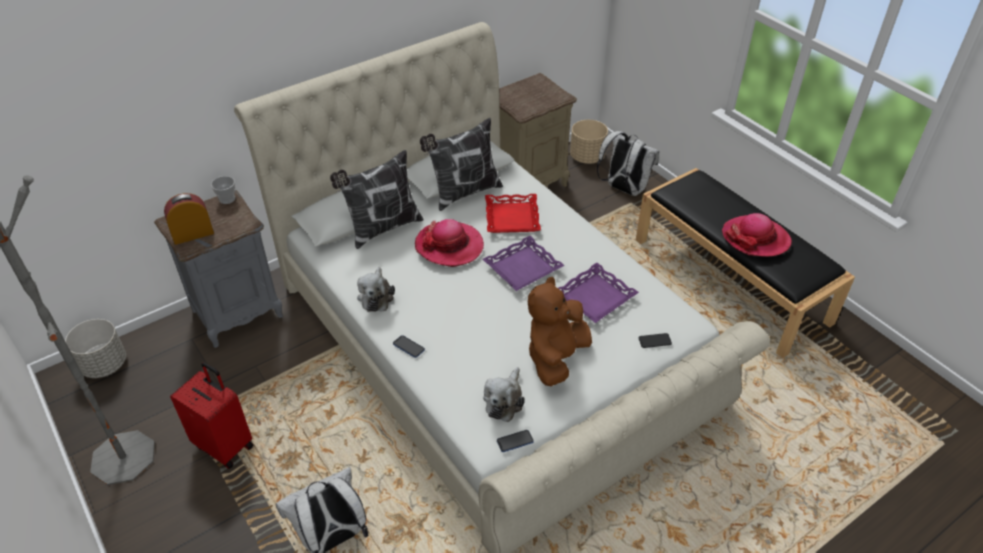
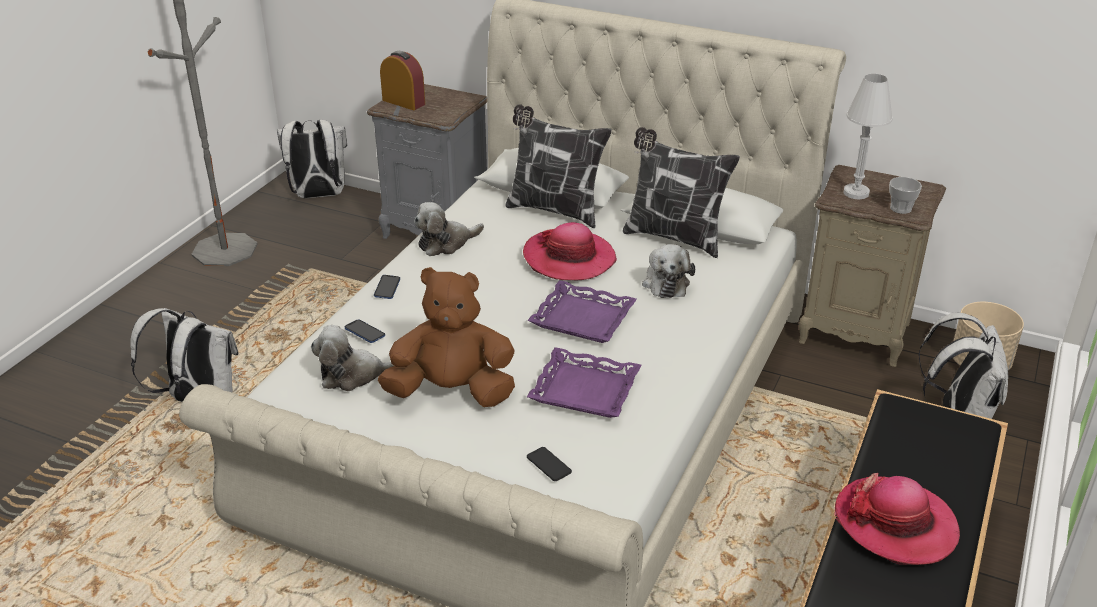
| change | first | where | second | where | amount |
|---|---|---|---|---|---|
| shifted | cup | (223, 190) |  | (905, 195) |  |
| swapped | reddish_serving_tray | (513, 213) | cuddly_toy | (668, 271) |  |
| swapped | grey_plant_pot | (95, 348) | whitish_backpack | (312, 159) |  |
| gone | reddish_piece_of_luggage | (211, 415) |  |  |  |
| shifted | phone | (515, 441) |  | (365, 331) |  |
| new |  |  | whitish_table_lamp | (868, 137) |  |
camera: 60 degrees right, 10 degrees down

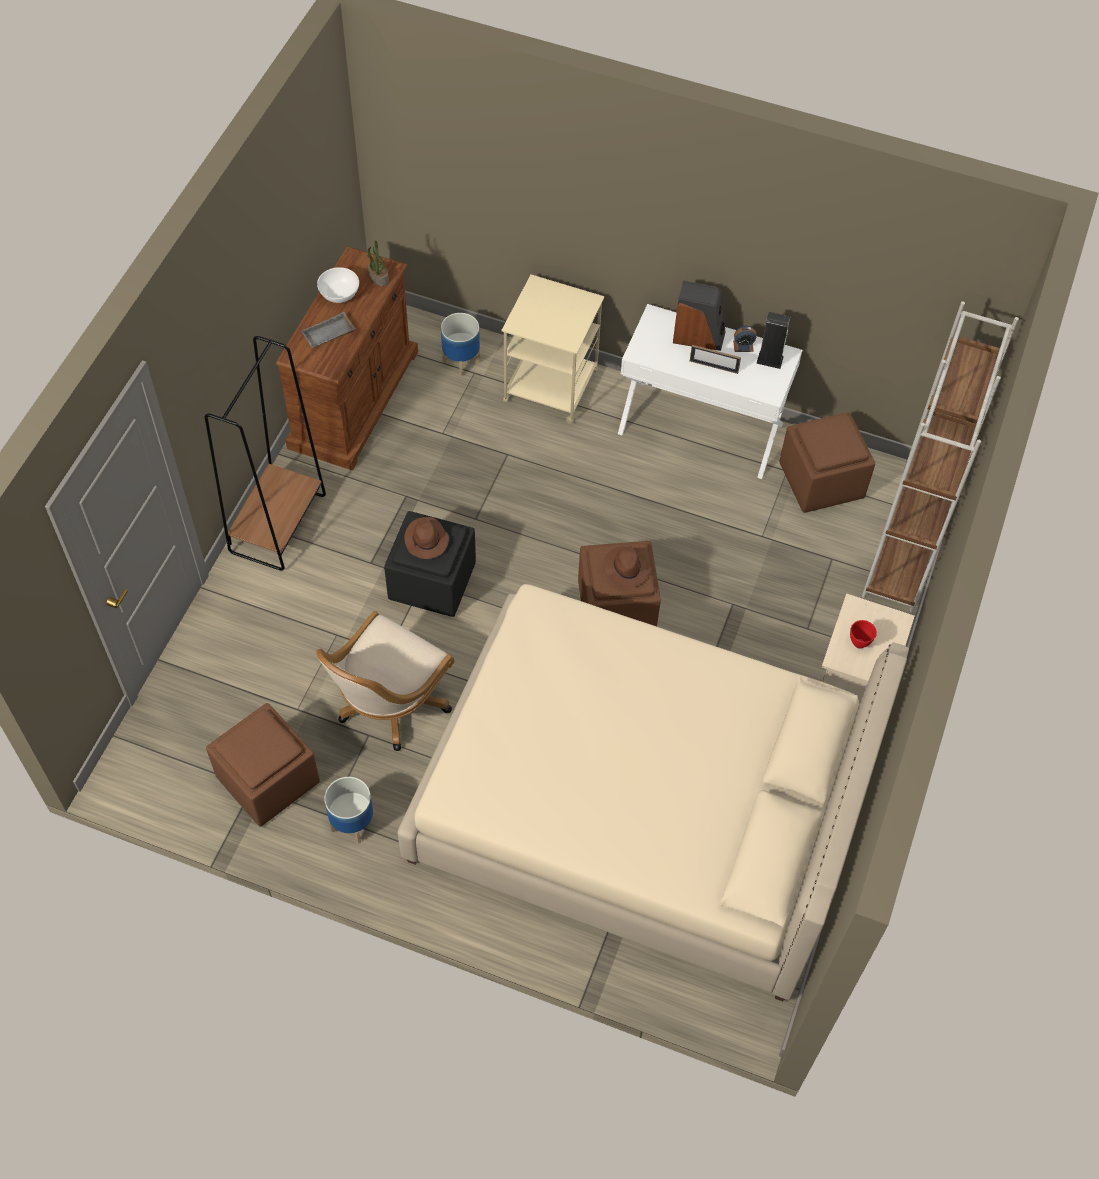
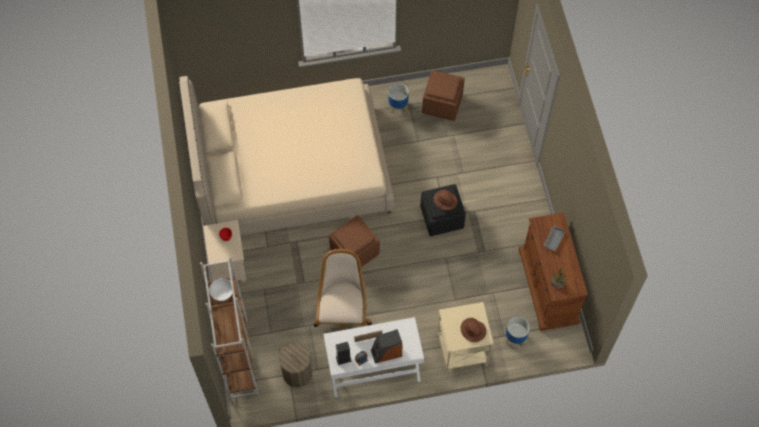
| change | first | where | second | where | amount |
|---|---|---|---|---|---|
| shifted | whitish_bowl | (338, 285) |  | (220, 289) |  |
| gone | garment_stand | (265, 453) |  |  |  |
| swapped | brownish_ottoman | (827, 462) | washing_basket | (295, 365) |  |
| shifted | brownish_clothing_hat | (626, 566) |  | (473, 330) |  |
| shifted | office_chair | (385, 681) |  | (343, 290) |  |
camera: 150 degrees right, 5 degrees up

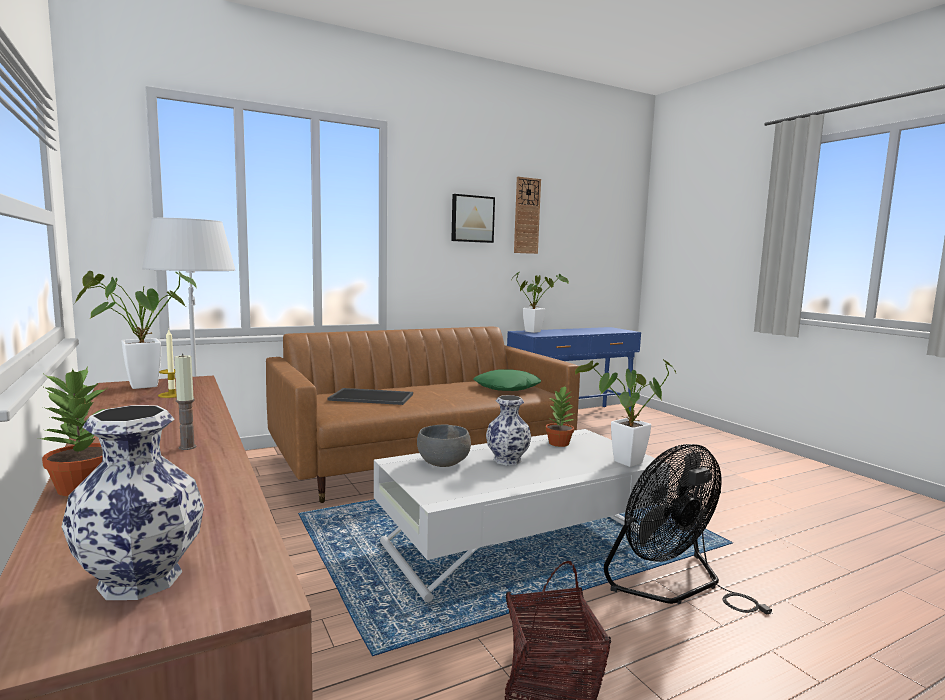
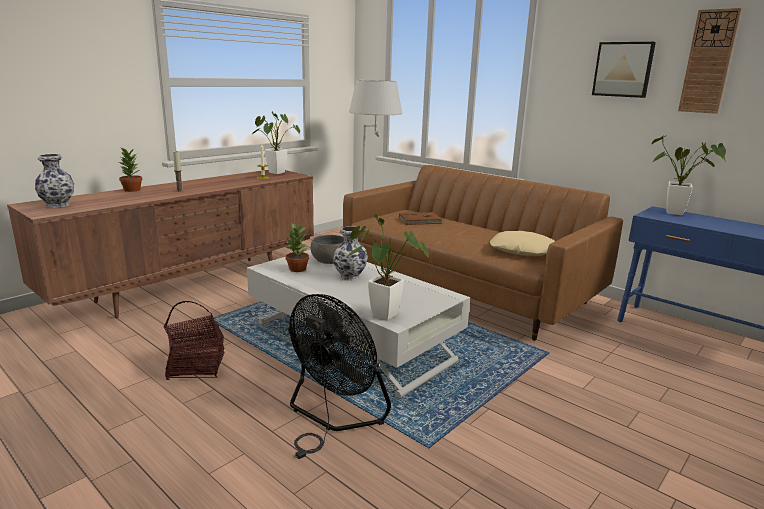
| change | first | where | second | where | amount |
|---|---|---|---|---|---|
| repainted | green_throw_pillow | (507, 380) | sand-coloured_throw_pillow | (522, 243) |  |
| shifted | potted_plant | (560, 416) |  | (297, 247) |  |
| swapped | serving_tray | (370, 396) | brownish_book | (421, 218) |  |
camera: 70 degrees right, 10 degrees up

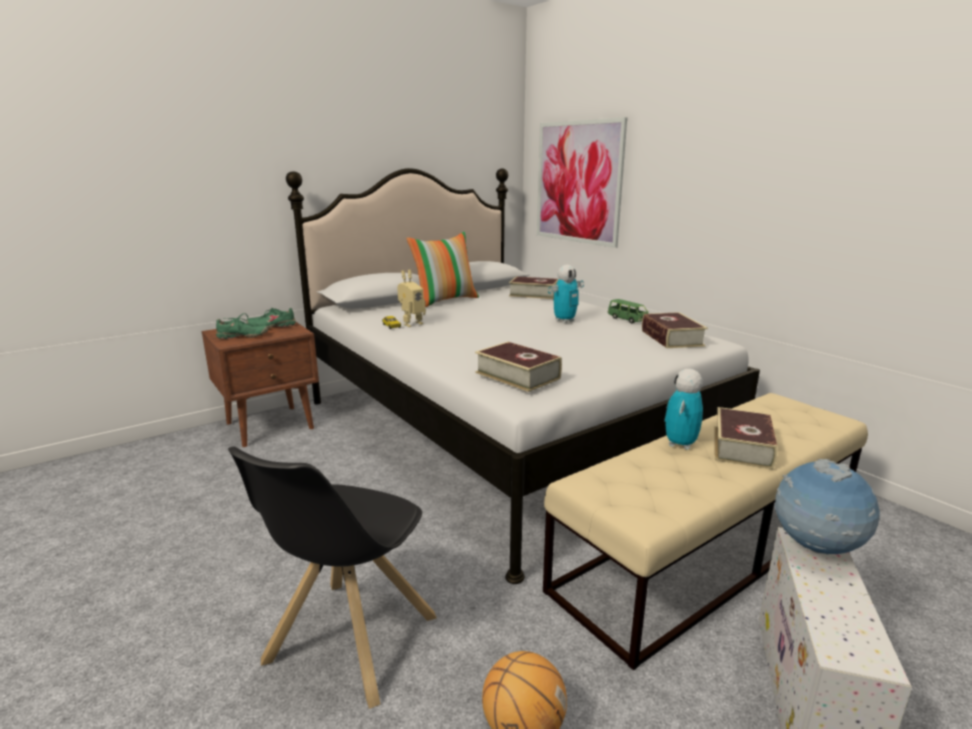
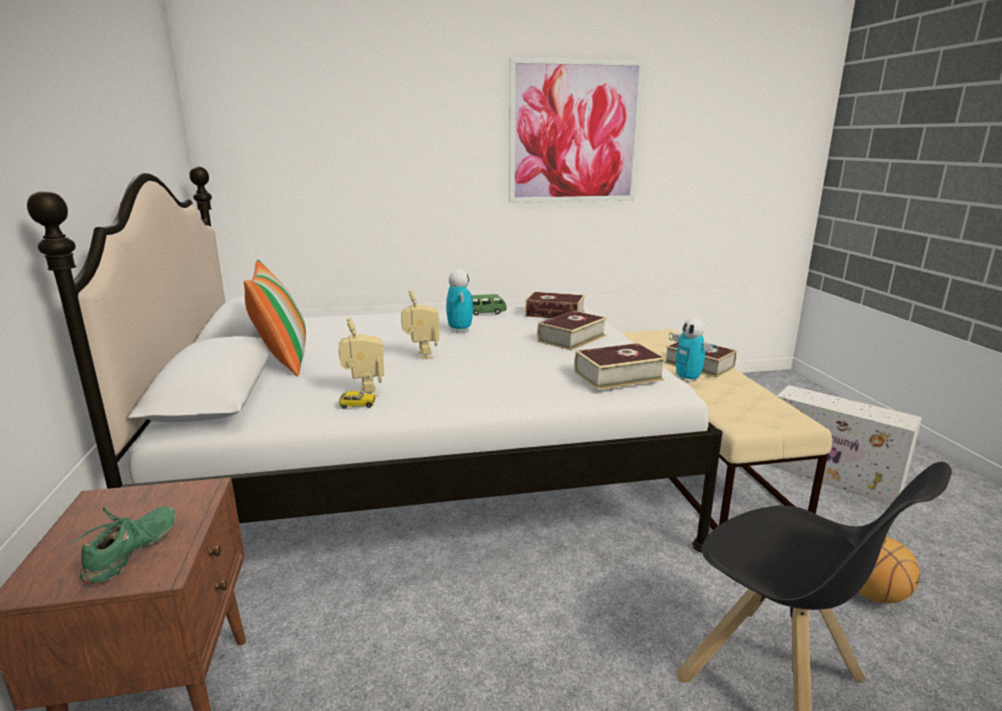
| change | first | where | second | where | amount |
|---|---|---|---|---|---|
| shifted | wall_picture | (582, 182) |  | (576, 130) |  |
| shifted | book | (534, 288) |  | (572, 331) |  |
| gone | green_low_shoe | (271, 318) |  |  |  |
| gone | desk_globe | (827, 507) |  |  |  |
| new |  |  | robot_figure | (420, 324) |  |
camera: 65 degrees left, 0 degrees up

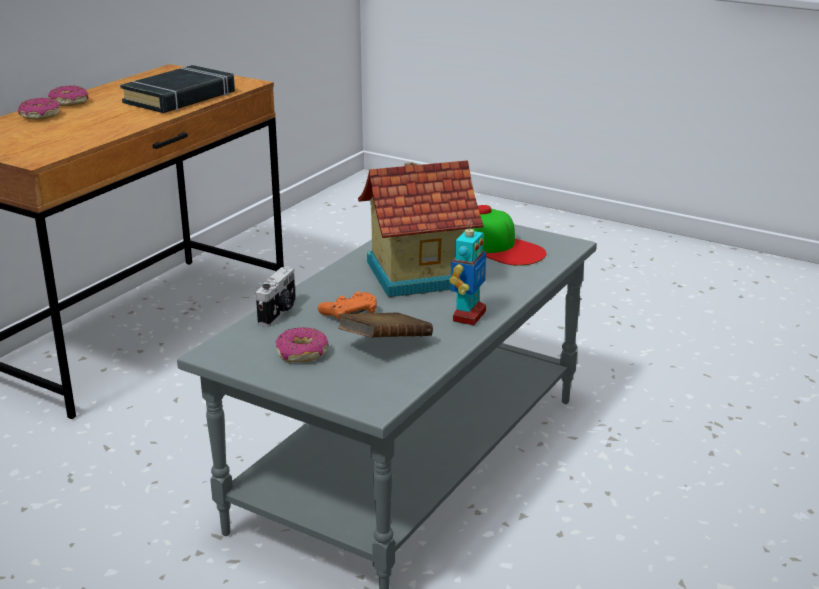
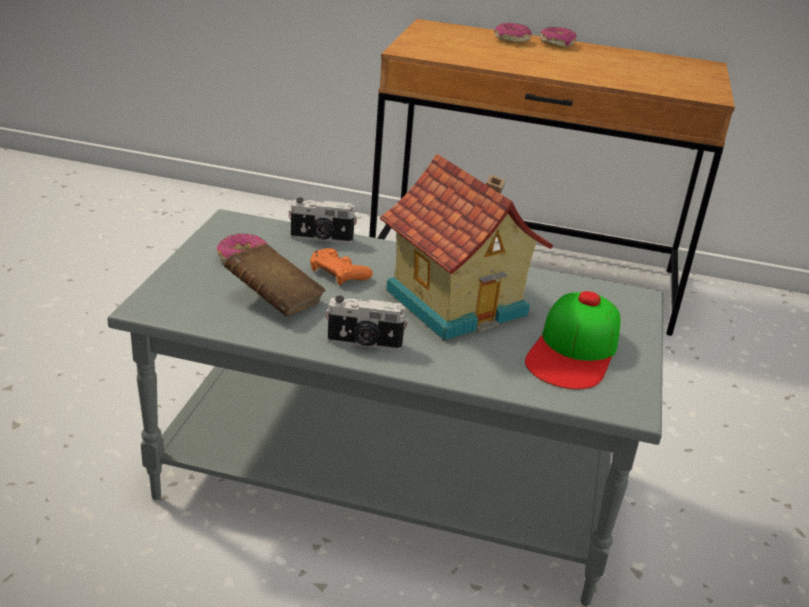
| change | first | where | second | where | amount |
|---|---|---|---|---|---|
| gone | blackish_book | (177, 89) |  |  |  |
| swapped | robot_figure | (467, 272) | photo_camera | (367, 323) |  |
camera: 70 degrees right, 5 degrees up

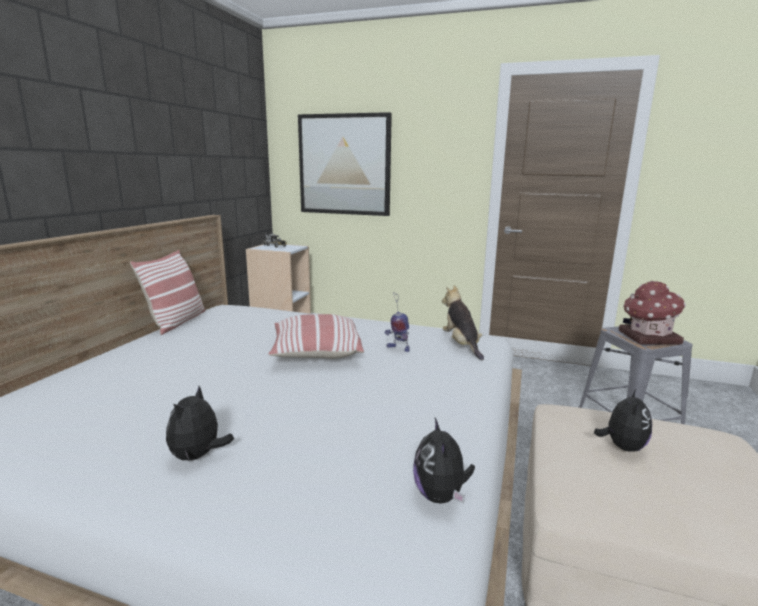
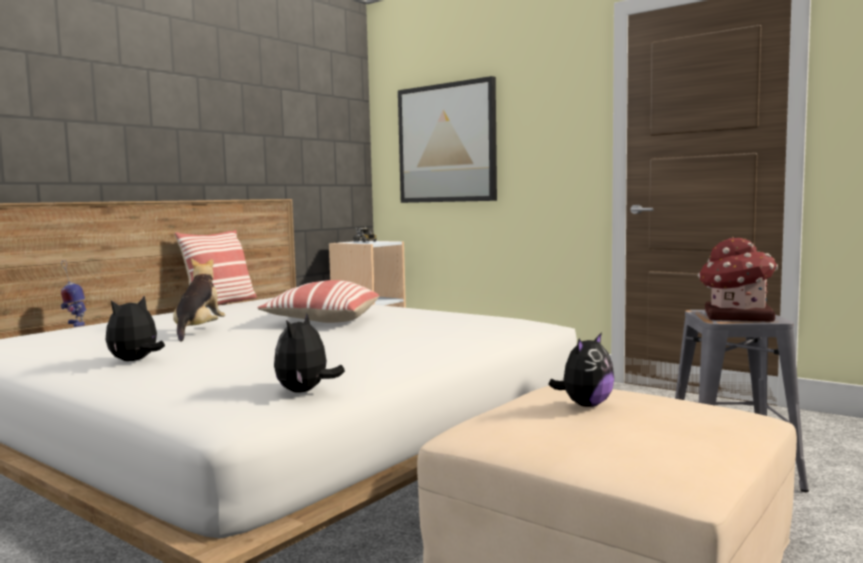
| change | first | where | second | where | amount |
|---|---|---|---|---|---|
| shifted | cuddly_toy | (463, 322) |  | (199, 299) |  |
| shifted | robot_figure | (397, 322) |  | (73, 293) |  |
camera: 20 degrees right, 10 degrees down

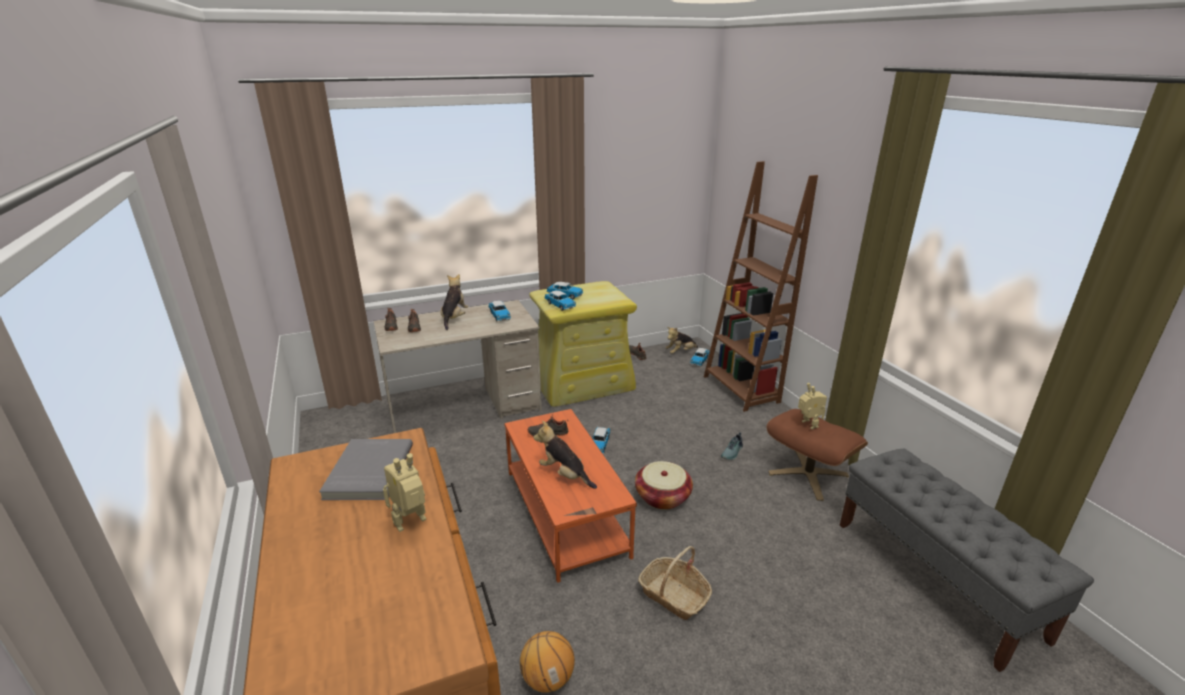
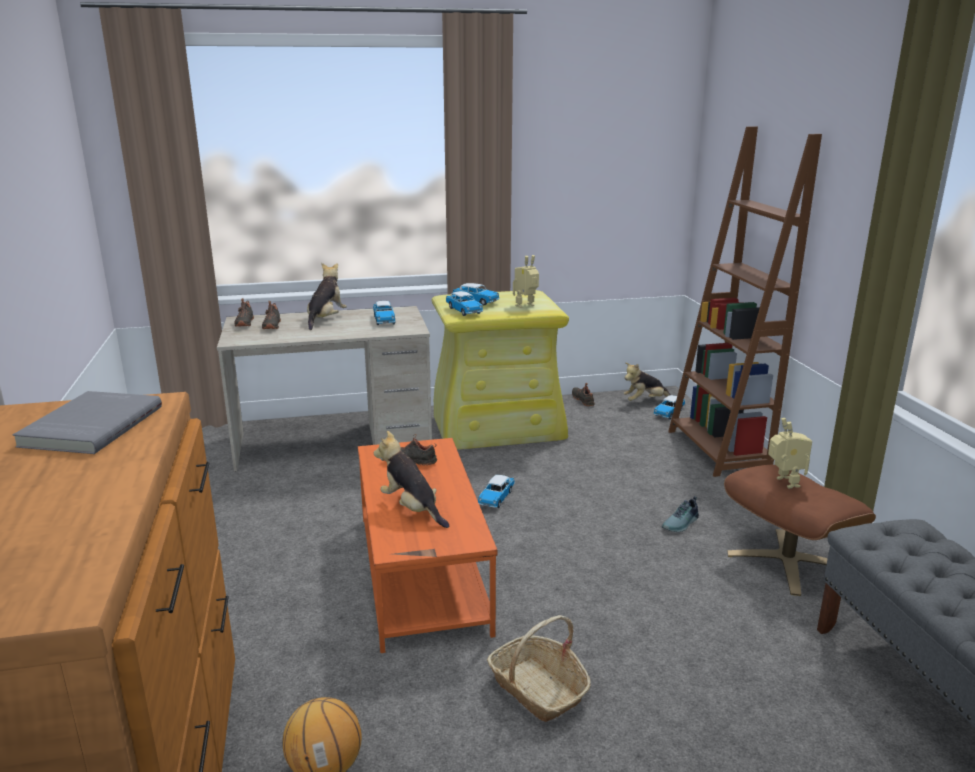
| change | first | where | second | where | amount |
|---|---|---|---|---|---|
| shifted | robot_figure | (404, 492) |  | (526, 281) |  |
| gone | basket | (664, 485) |  |  |  |
camera: 10 degrees right, 5 degrees down

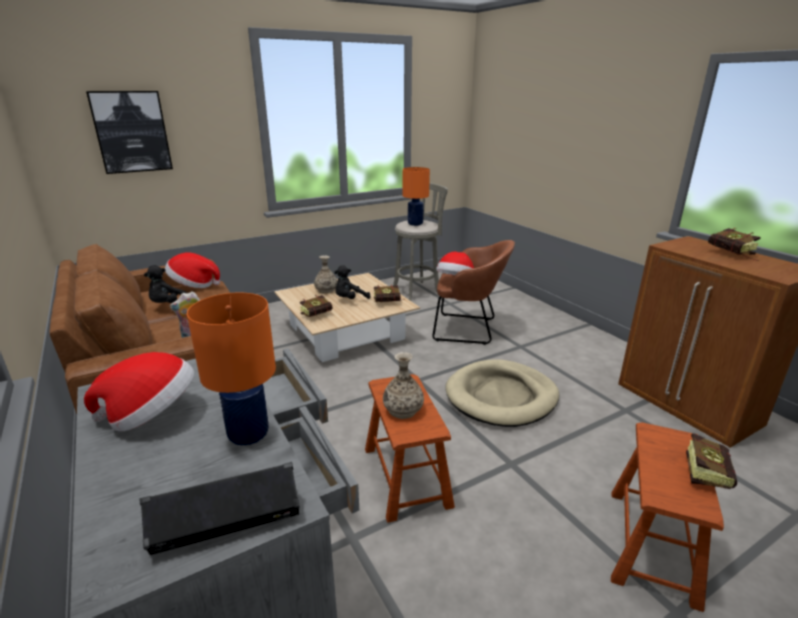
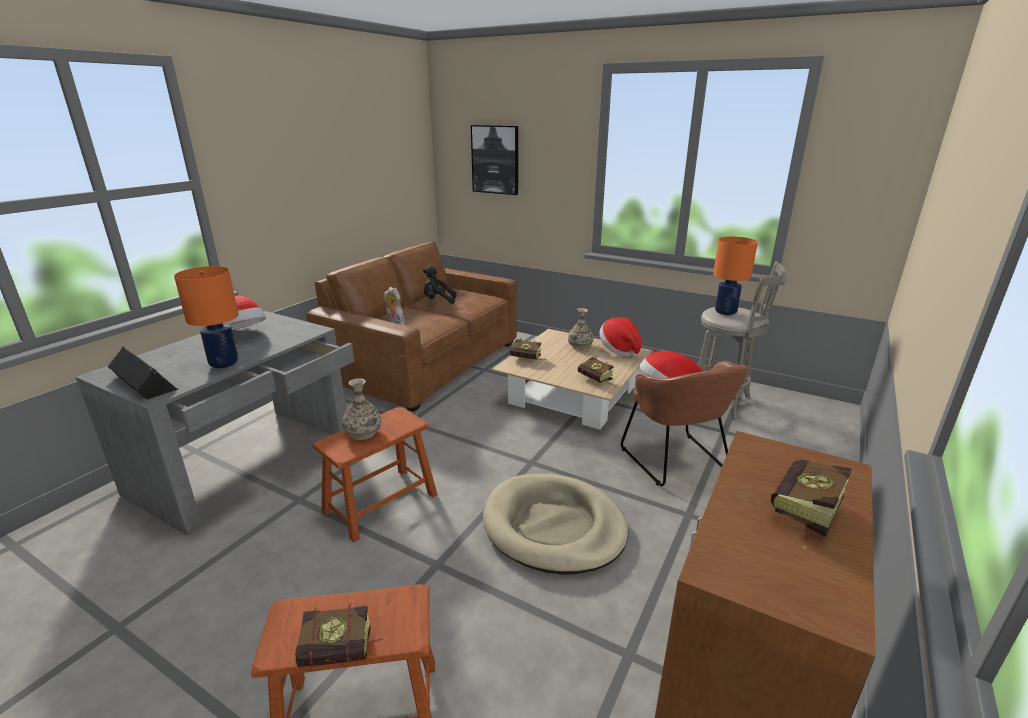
| change | first | where | second | where | amount |
|---|---|---|---|---|---|
| shifted | clothing_hat | (192, 270) |  | (620, 337) |  |
| gone | blackish_cuddly_toy | (352, 282) |  |  |  |
camera: 60 degrees right, 0 degrees up

